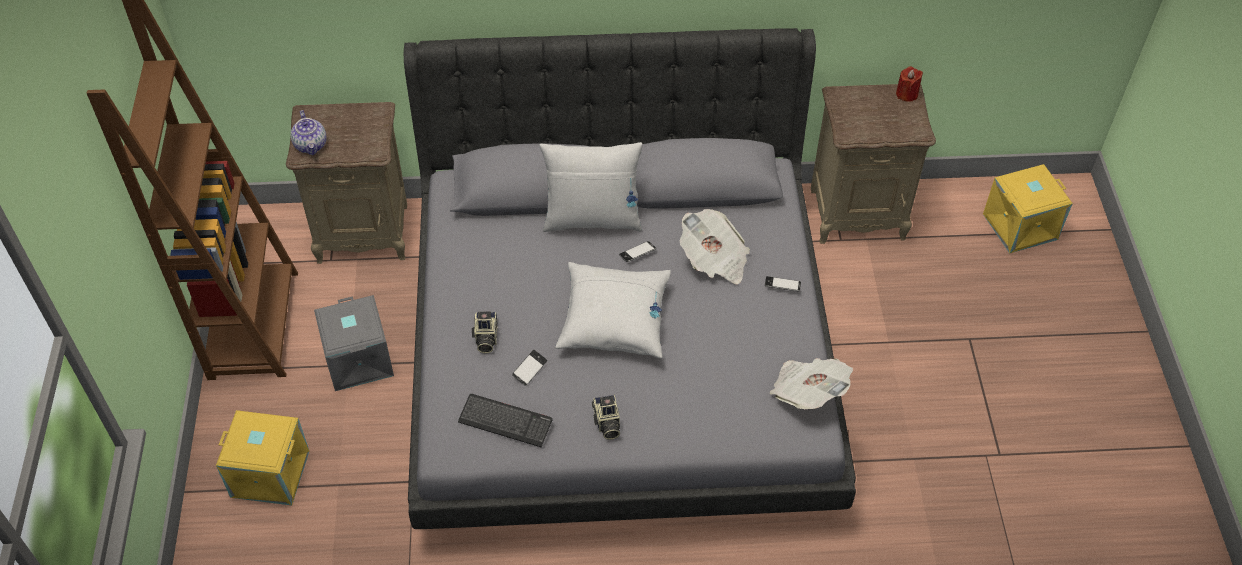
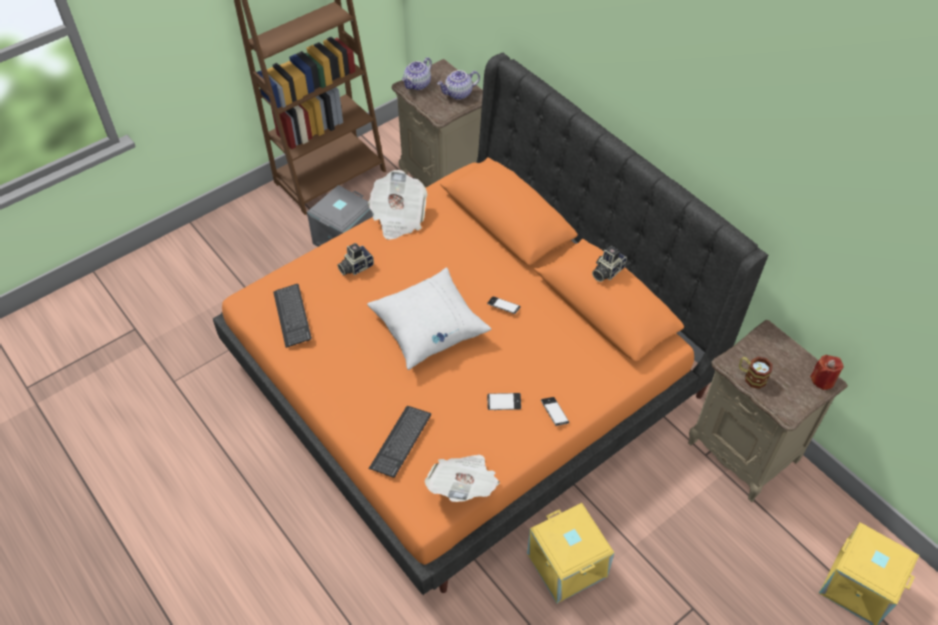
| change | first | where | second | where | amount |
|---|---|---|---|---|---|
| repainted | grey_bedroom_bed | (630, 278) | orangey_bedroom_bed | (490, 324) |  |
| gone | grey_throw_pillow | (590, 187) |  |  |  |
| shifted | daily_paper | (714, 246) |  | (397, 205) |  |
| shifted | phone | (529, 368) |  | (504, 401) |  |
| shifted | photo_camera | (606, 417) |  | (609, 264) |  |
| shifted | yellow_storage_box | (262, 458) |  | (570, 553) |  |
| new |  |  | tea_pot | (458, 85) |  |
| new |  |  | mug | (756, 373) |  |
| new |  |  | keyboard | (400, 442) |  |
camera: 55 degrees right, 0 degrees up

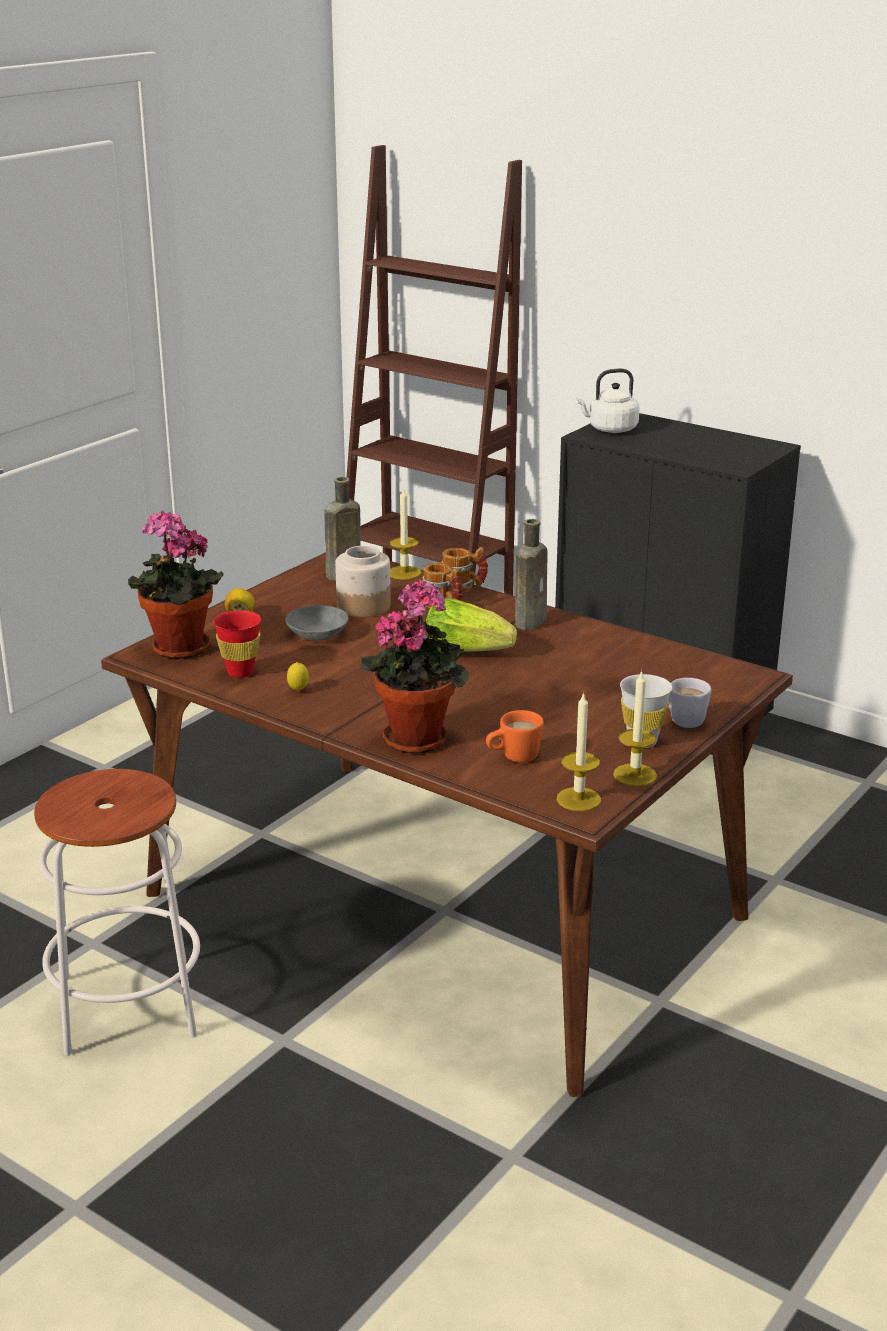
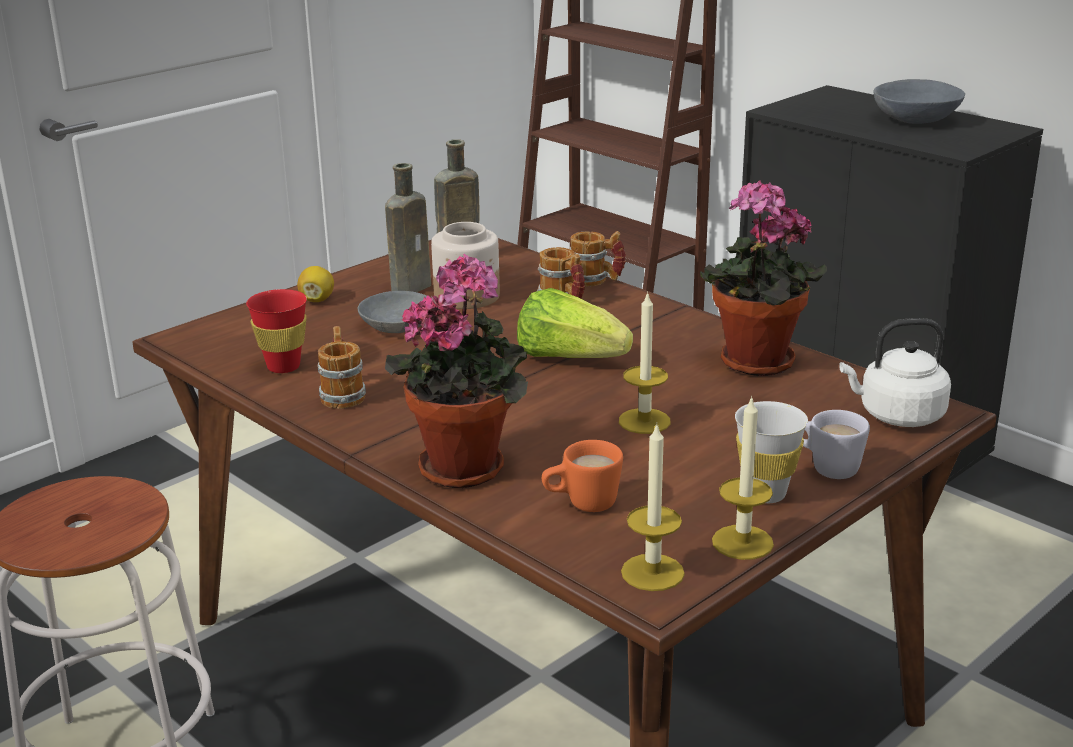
| change | first | where | second | where | amount |
|---|---|---|---|---|---|
| shifted | whitish_tea_kettle | (608, 401) |  | (895, 372) |  |
| shifted | candle | (405, 533) |  | (645, 362) |  |
| shifted | potted_plant | (176, 584) |  | (763, 278) |  |
| shifted | brownish_drink_bottle | (531, 574) |  | (408, 227) |  |
| swapped | lemon | (298, 676) | mug | (342, 367) |  |
| new |  |  | grey_bowl | (919, 101) |  |
camera: 10 degrees right, 0 degrees up

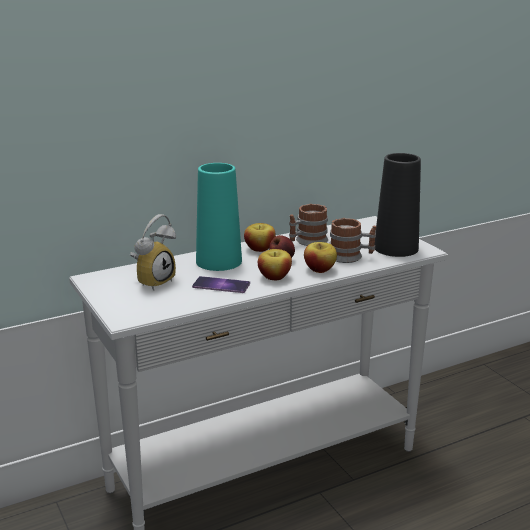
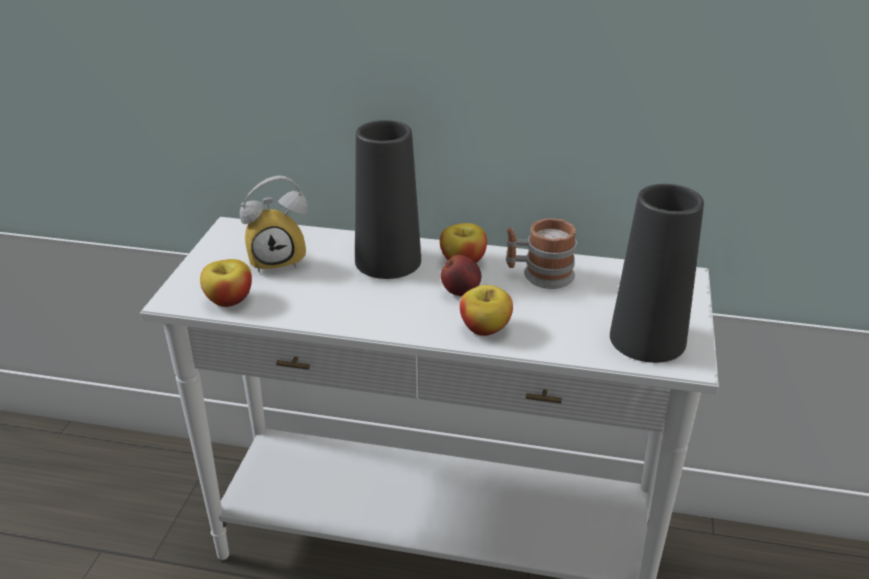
| change | first | where | second | where | amount |
|---|---|---|---|---|---|
| repainted | blue-green_vase | (219, 217) | blackish_vase | (388, 199) |  |
| gone | mug | (353, 240) |  |  |  |
| shifted | apple_fruit | (275, 264) |  | (226, 283) |  |
| gone | phone | (221, 284) |  |  |  |
camera: 40 degrees right, 10 degrees up

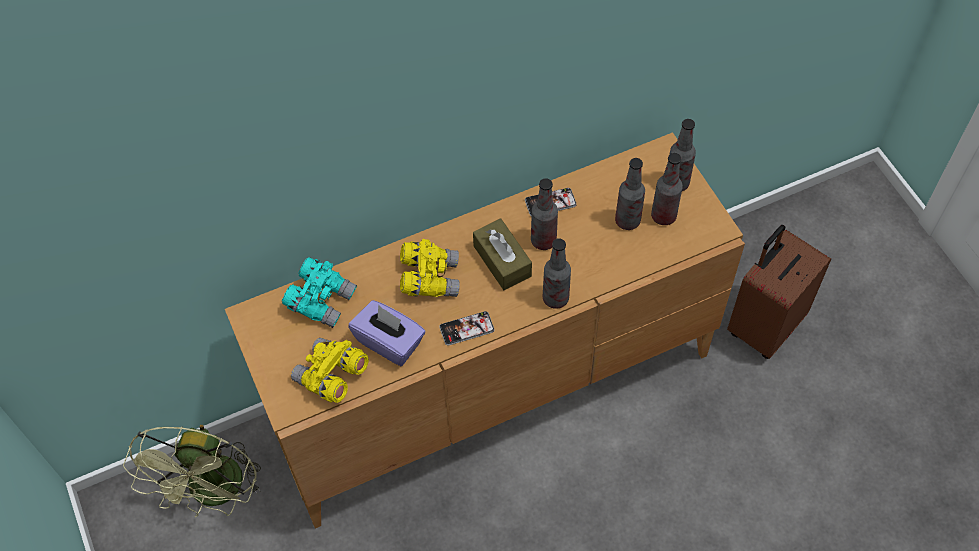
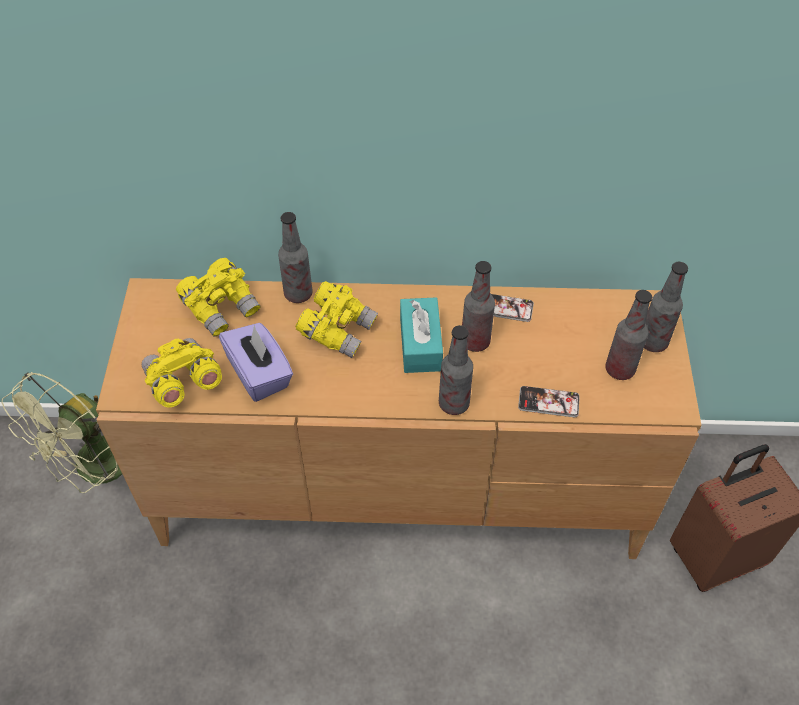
| change | first | where | second | where | amount |
|---|---|---|---|---|---|
| shifted | drink_bottle | (630, 194) |  | (295, 257) |  |
| repainted | brownish_box_of_tissues | (502, 254) | blue-green_box_of_tissues | (421, 335) |  |
| repainted | blue-green_field_glasses | (319, 292) | yellow_field_glasses | (218, 297) |  |
| shifted | phone | (466, 328) |  | (549, 402) |  |
camera: 25 degrees right, 5 degrees down

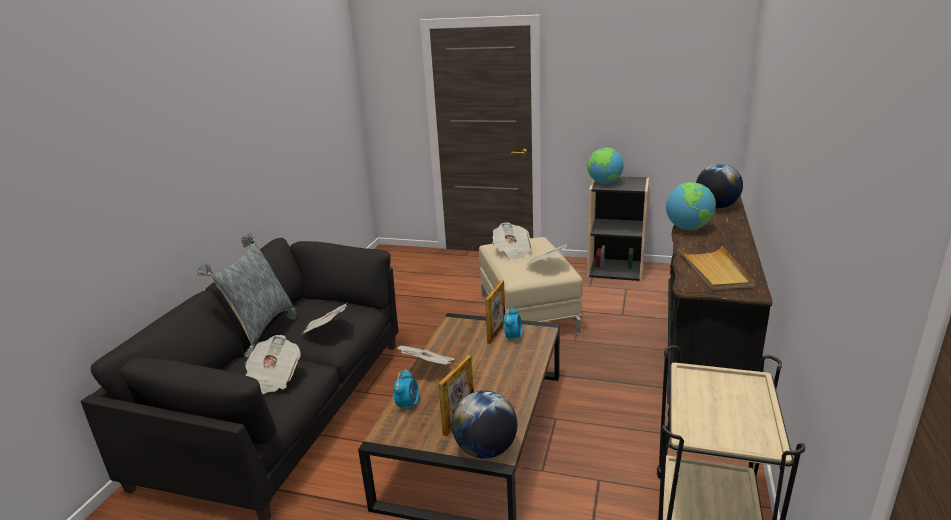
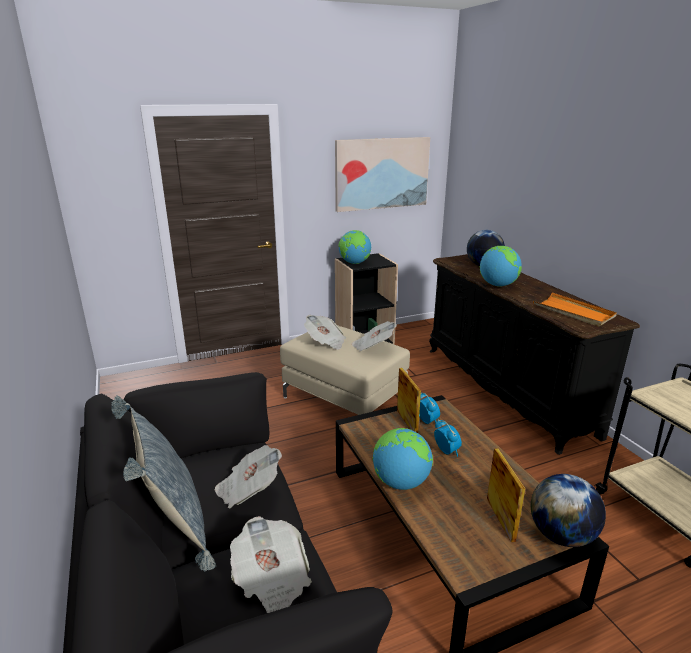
| change | first | where | second | where | amount |
|---|---|---|---|---|---|
| repainted | sand-coloured_serving_tray | (717, 268) | orangey_serving_tray | (575, 309) |  |
| swapped | daily_paper | (426, 355) | desk_globe | (403, 459) |  |
| shifted | alarm_clock | (406, 391) |  | (448, 438) |  |
| new |  |  | wall_picture | (382, 174) |  |
camera: 40 degrees left, 0 degrees up

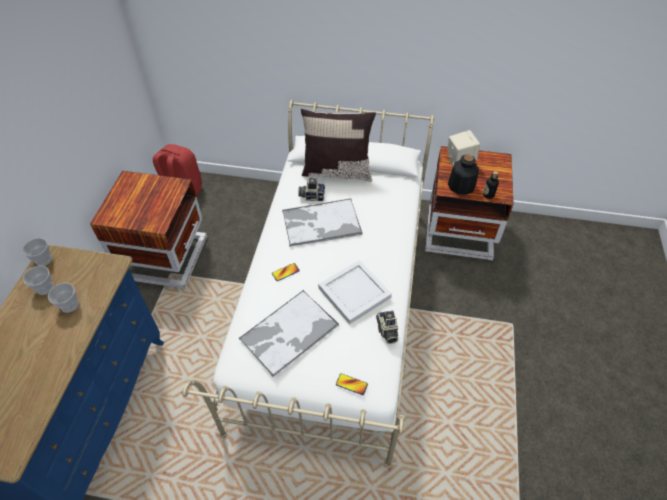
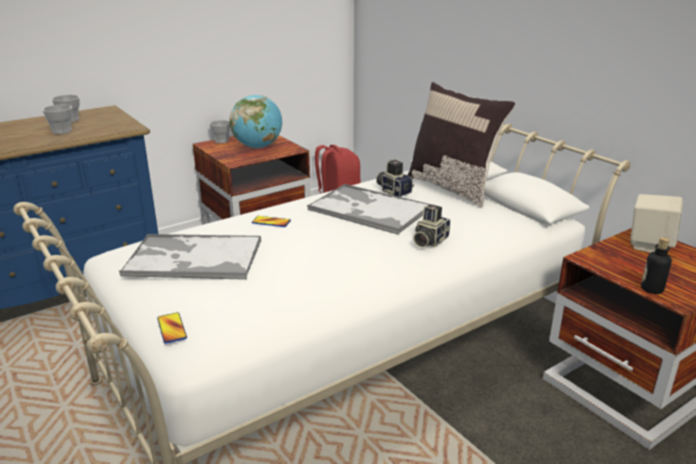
| change | first | where | second | where | amount |
|---|---|---|---|---|---|
| gone | drink_bottle | (463, 175) |  |  |  |
| shifted | cup | (37, 252) |  | (219, 131) |  |
| gone | whitish_serving_tray | (355, 292) |  |  |  |
| shifted | photo_camera | (387, 327) |  | (431, 226) |  |
| new |  |  | desk_globe | (256, 121) |  |
camera: 45 degrees right, 25 degrees down

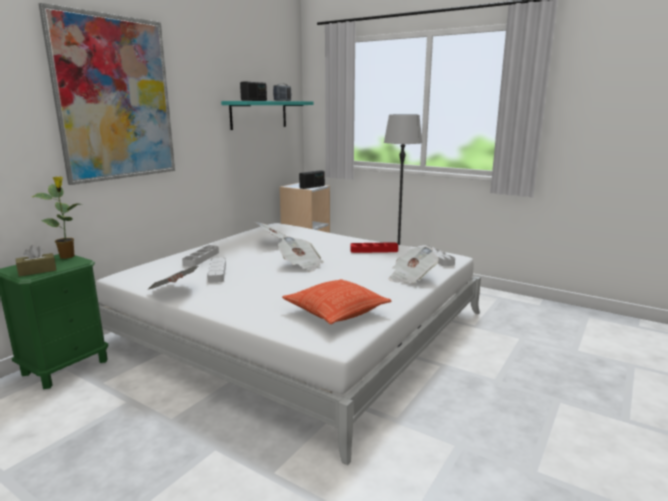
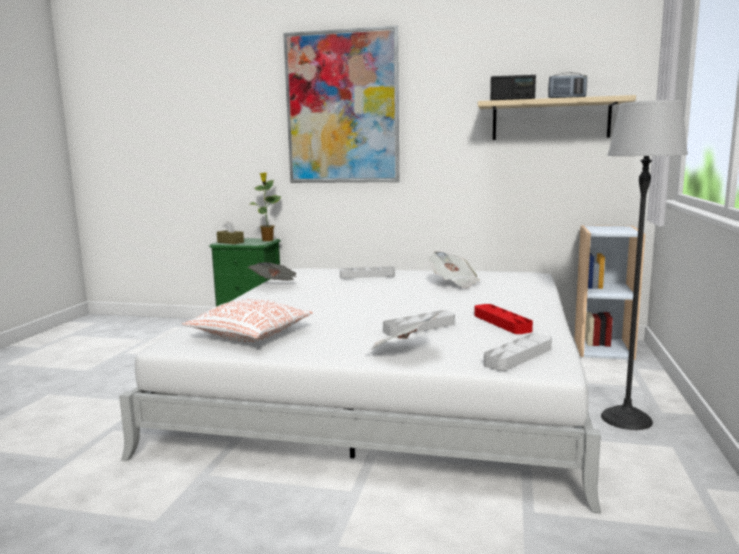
| change | first | where | second | where | amount |
|---|---|---|---|---|---|
| repainted | blue-green_shelf | (267, 115) | sand-coloured_shelf | (557, 117) |  |
| gone | radio_receiver | (312, 179) |  |  |  |
| gone | daily_paper | (300, 254) |  |  |  |
| shifted | grey_serving_tray | (216, 270) |  | (419, 323) |  |
| repainted | orangey_throw_pillow | (336, 301) | whitish_throw_pillow | (247, 320) |  |
camera: 70 degrees right, 5 degrees down

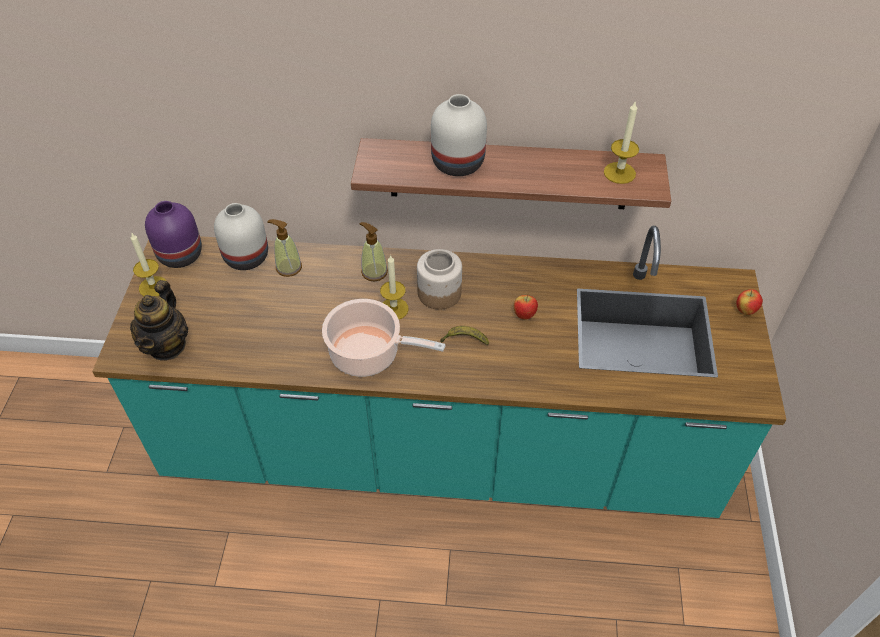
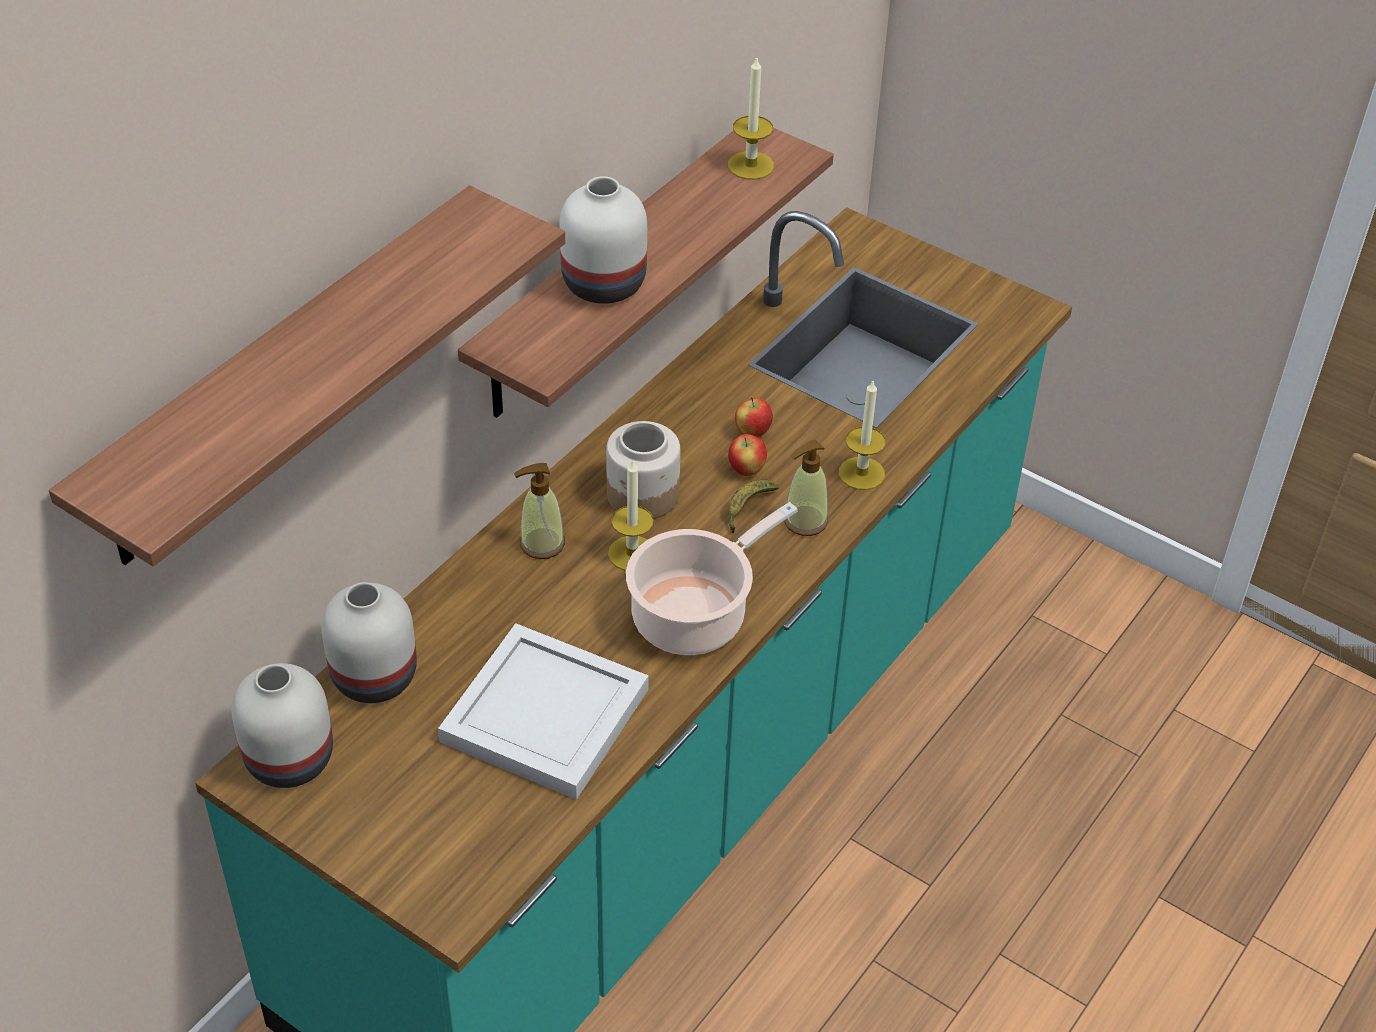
| change | first | where | second | where | amount |
|---|---|---|---|---|---|
| repainted | purplish_vase | (173, 234) | whitish_vase | (282, 725) |  |
| shifted | soap_bottle | (284, 248) |  | (806, 488) |  |
| shifted | candle | (148, 264) |  | (862, 435) |  |
| gone | tea_pot | (159, 320) |  |  |  |
| shifted | apple_fruit | (749, 302) |  | (747, 455) |  |
| new |  |  | shelf | (307, 375) |  |
| new |  |  | whitish_serving_tray | (543, 711) |  |
camera: 60 degrees left, 5 degrees down

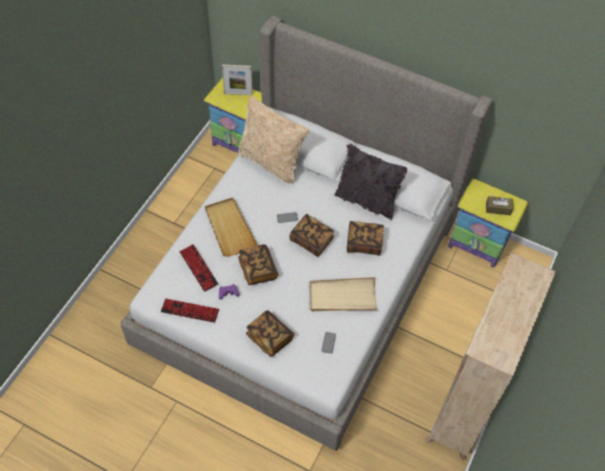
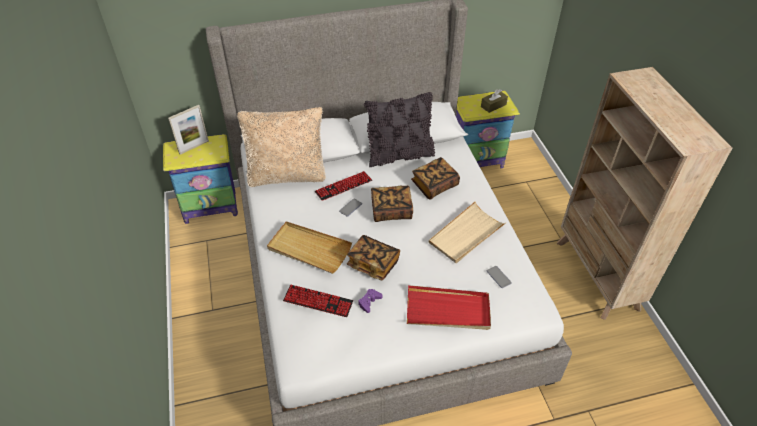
| change | first | where | second | where | amount |
|---|---|---|---|---|---|
| shifted | keyboard | (190, 311) |  | (343, 186) |  |
| swapped | book | (270, 333) | reddish_serving_tray | (449, 307) |  |
camera: 40 degrees left, 10 degrees down

